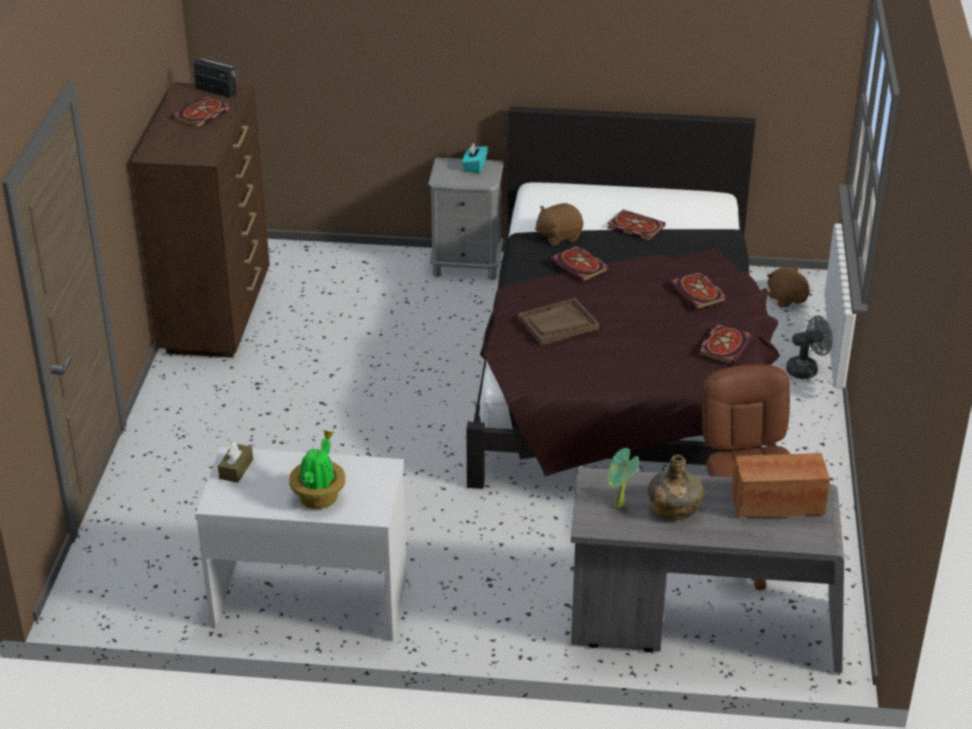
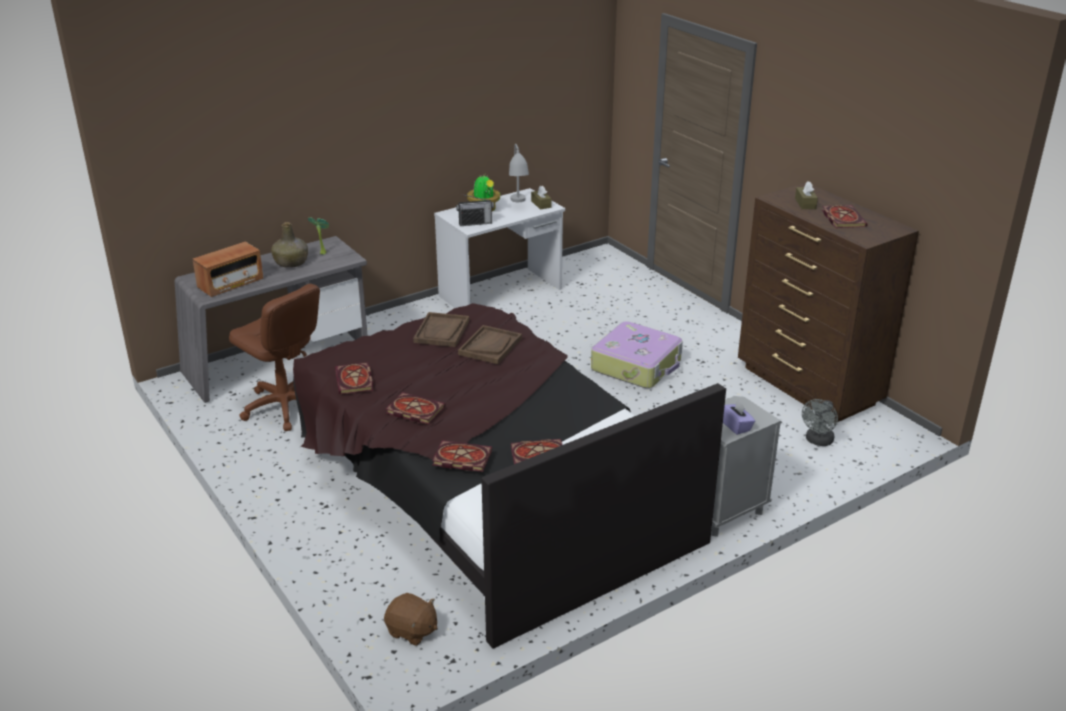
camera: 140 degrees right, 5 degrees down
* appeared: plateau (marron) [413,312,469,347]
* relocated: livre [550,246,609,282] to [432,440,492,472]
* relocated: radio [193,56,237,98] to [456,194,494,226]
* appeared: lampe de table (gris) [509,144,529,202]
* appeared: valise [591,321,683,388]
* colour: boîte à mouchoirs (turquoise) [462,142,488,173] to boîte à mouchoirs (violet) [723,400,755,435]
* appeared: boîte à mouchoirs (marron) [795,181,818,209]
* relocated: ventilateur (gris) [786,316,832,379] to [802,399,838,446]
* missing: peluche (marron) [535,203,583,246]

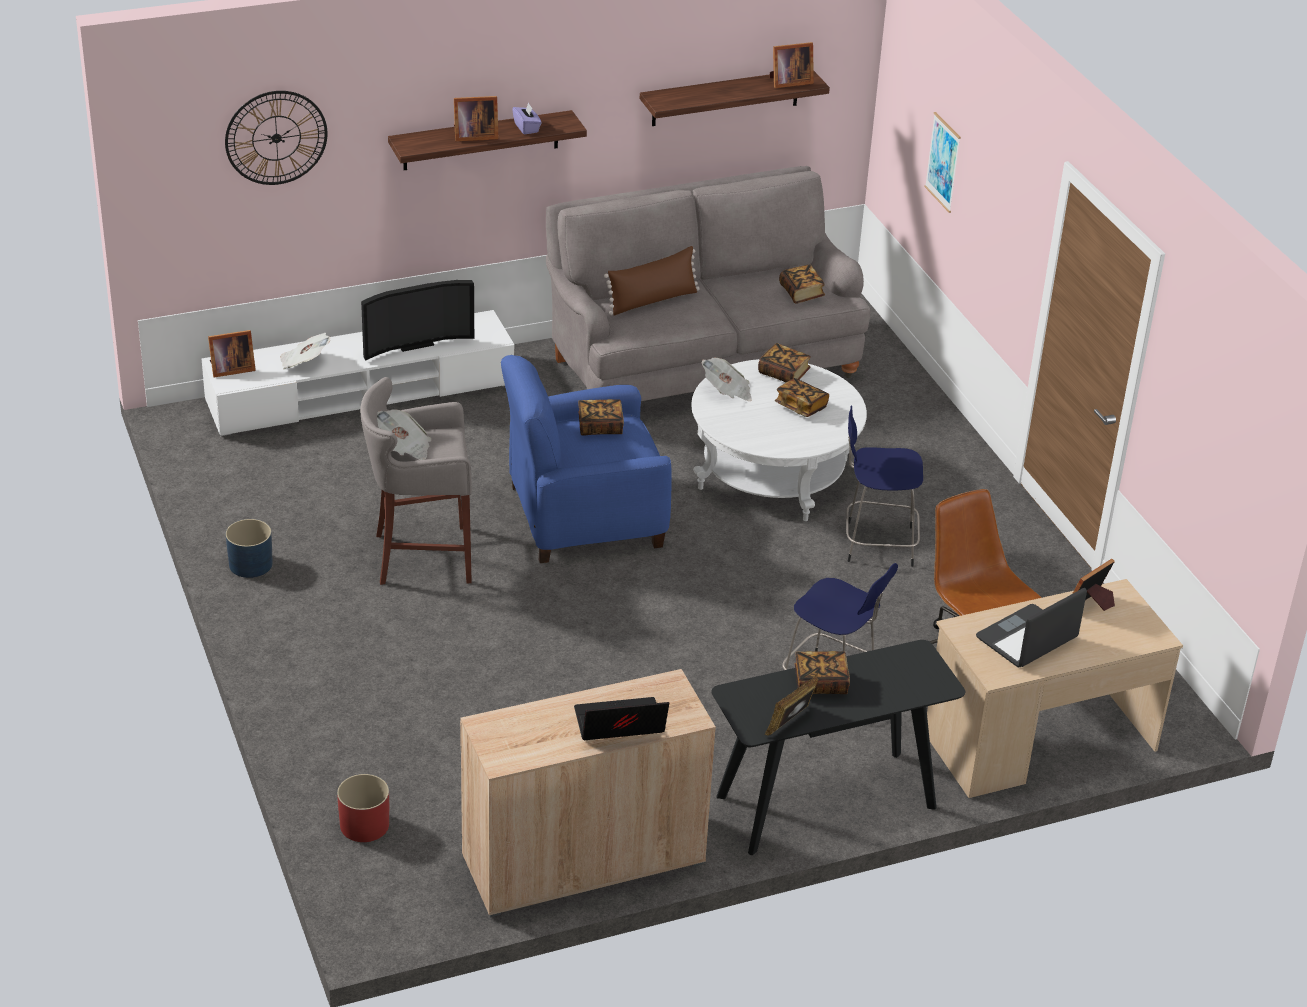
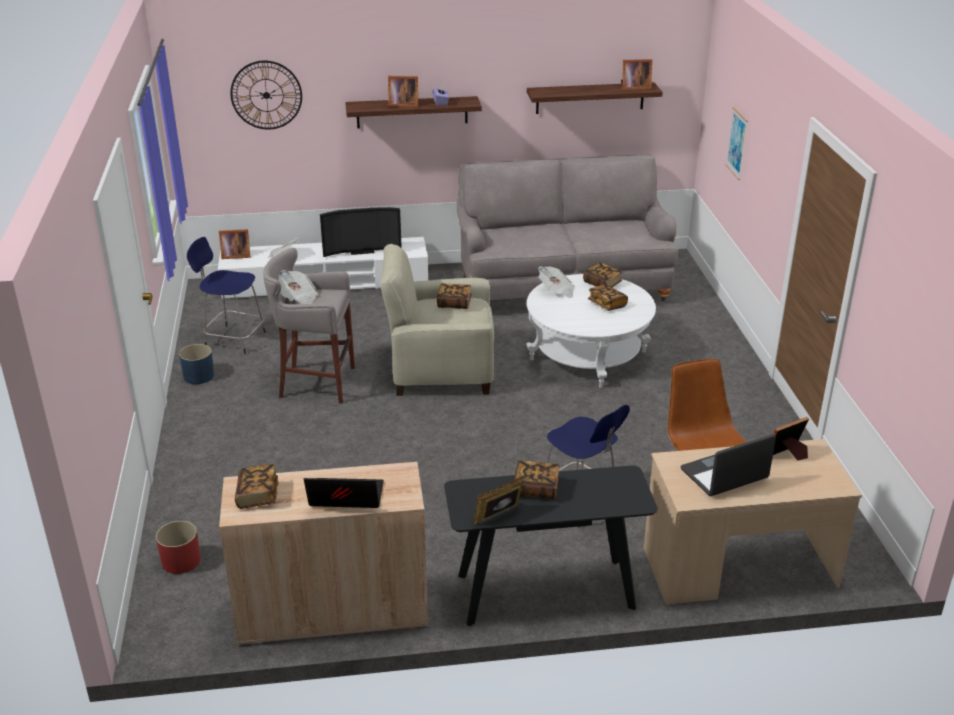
camera: 15 degrees right, 5 degrees down
* relocated: tabouret (bleu) [846,405,923,567] to [187,237,266,354]
* relocated: livre [779,265,825,304] to [235,464,279,509]
* colour: fauteuil (bleu) [501,355,672,563] to fauteuil (beige) [380,244,494,396]
* missing: coussin (marron) [604,246,700,315]

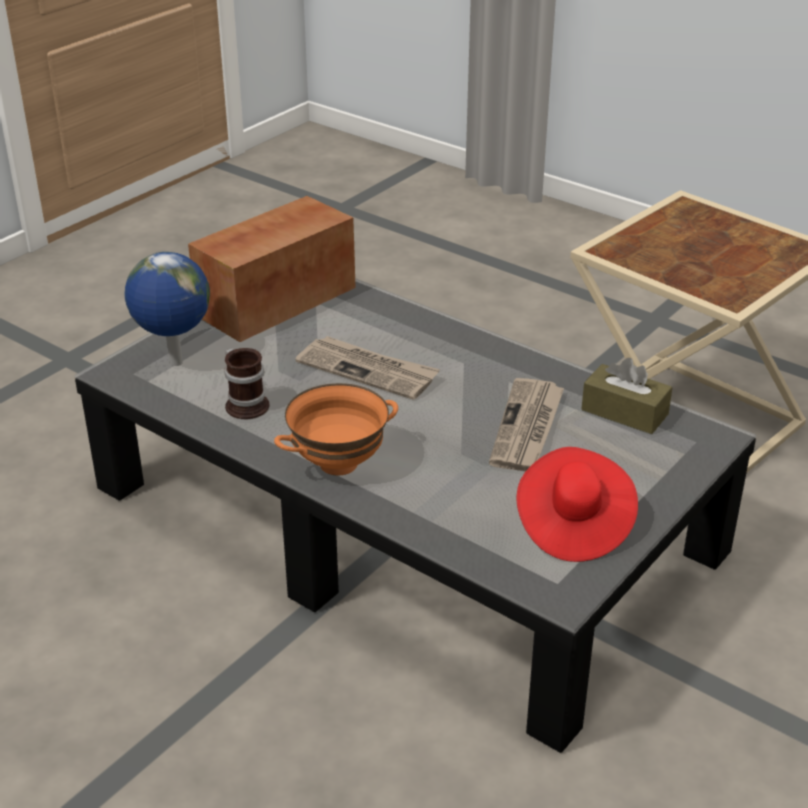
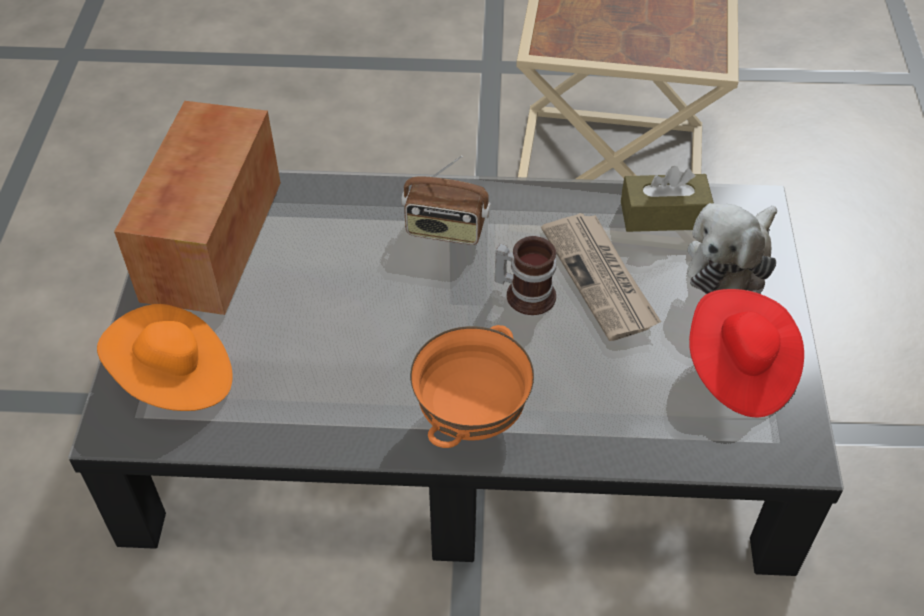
camera: 35 degrees left, 15 degrees up
* exchanged: globe [124,252,210,366] to chapeau (orange) [97,304,233,411]
* appeared: radio [401,155,491,245]
* relocated: mug [224,348,269,419] to [495,236,557,315]
* appeared: peluche [687,203,777,294]
* missing: journal [296,336,440,400]

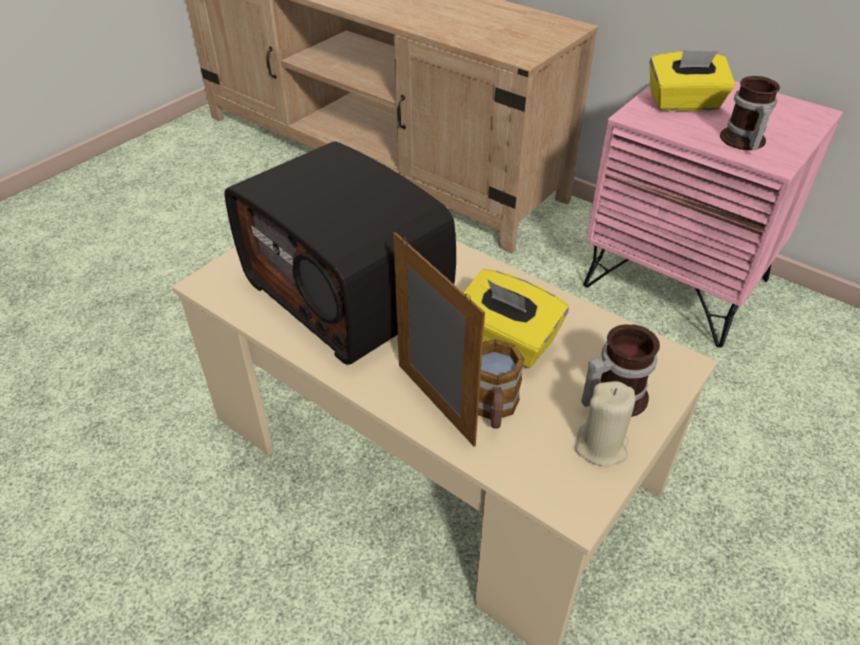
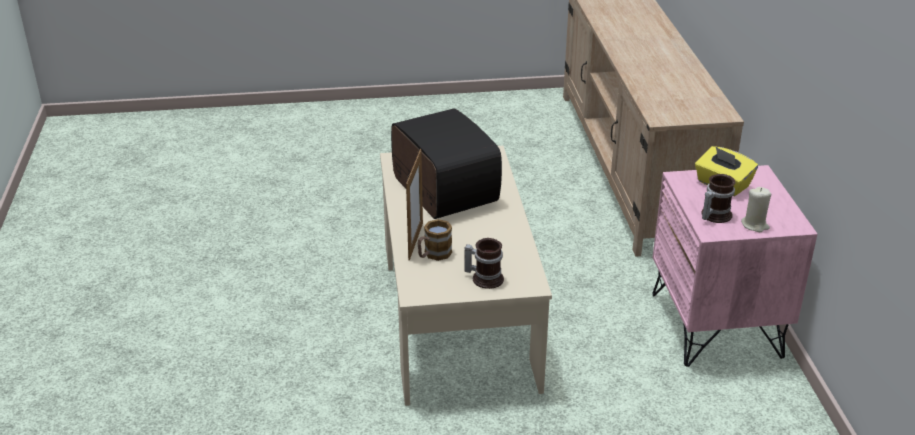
camera: 45 degrees right, 10 degrees down
* spun: radio [224,141,456,365] = [391,108,502,219] 150 degrees clockwise
* relocated: bougie (beige) [575,381,635,467] to [741,187,771,232]
* missing: boîte à mouchoirs (jaune) [464,269,569,368]

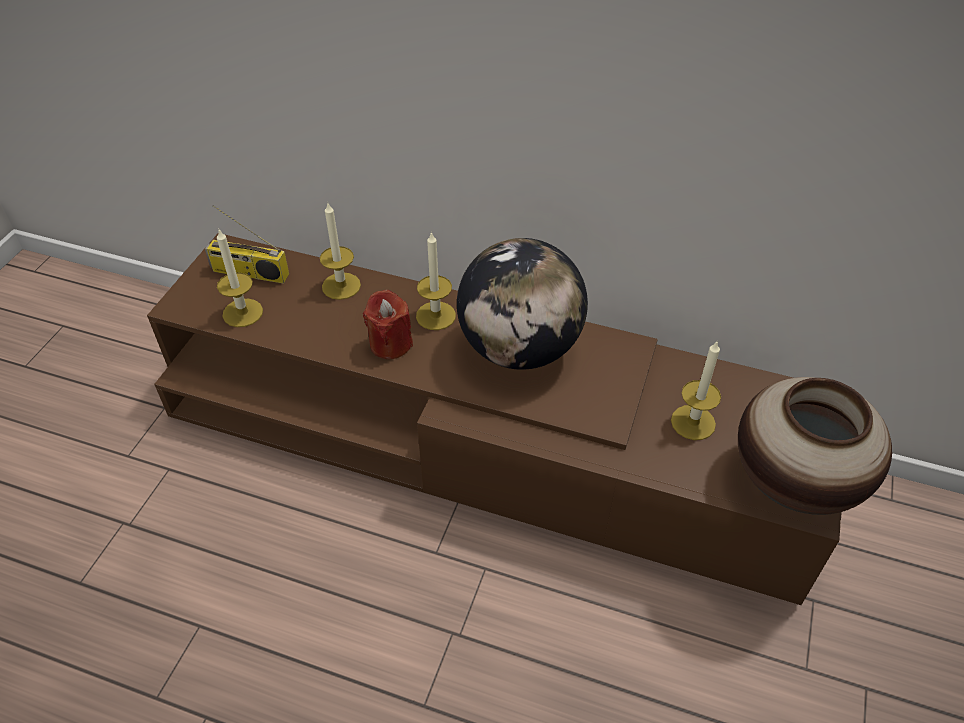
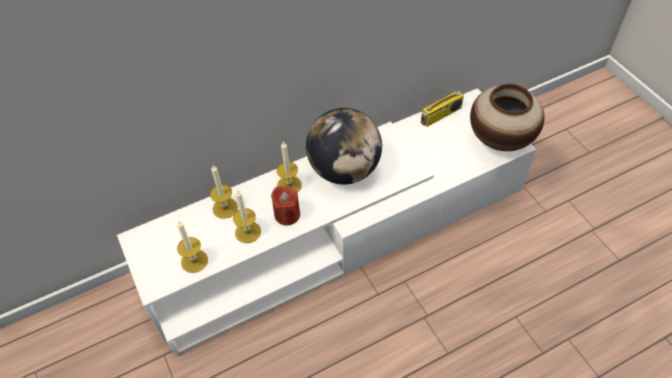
camera: 45 degrees left, 5 degrees up
* colour: meuble télé (marron) [147,233,842,605] to meuble télé (blanc) [117,88,536,356]
* relocated: bougie [671,340,721,440] to [233,189,261,243]
* relocated: radio [205,205,289,284] to [421,86,464,127]

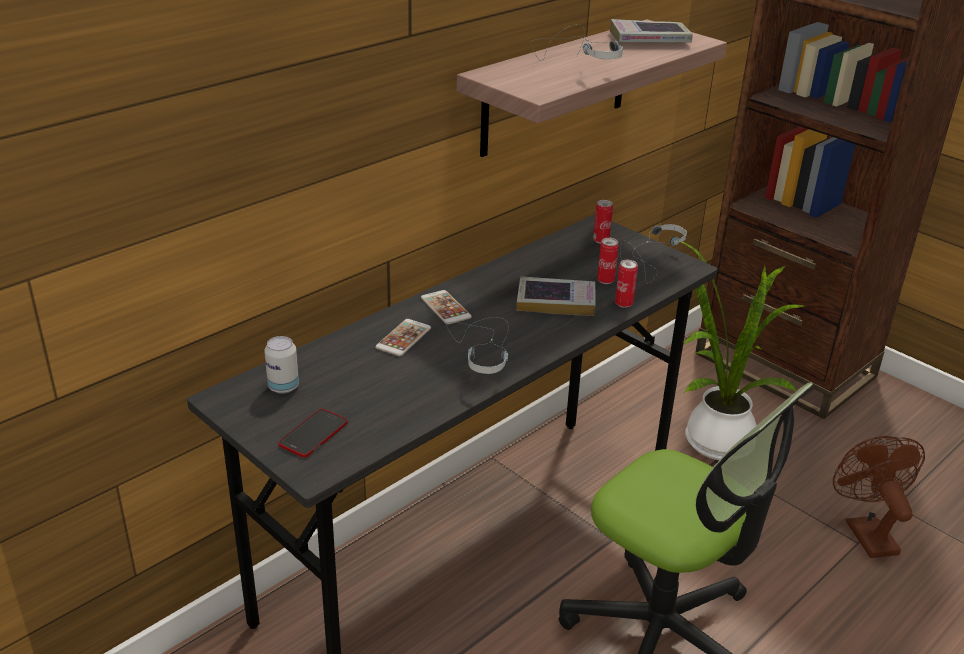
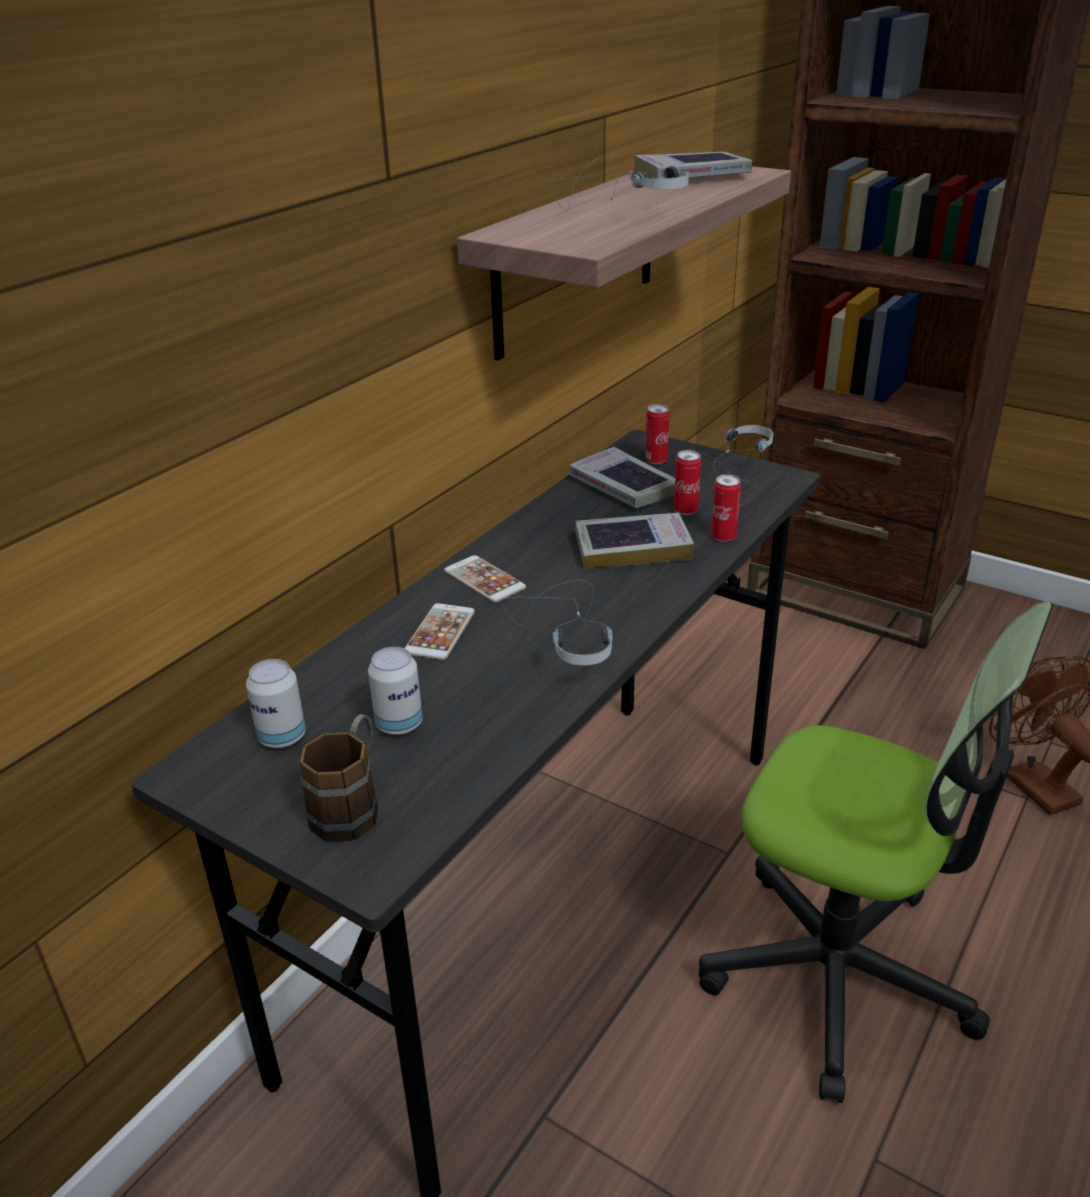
camera: 10 degrees left, 0 degrees up
* exchanged: téléphone [278,409,348,458] to mug (marron) [300,714,378,842]
* appeared: boîte métallique [368,647,422,735]
* appeared: livre [569,447,675,508]
* missing: plante en pot [680,242,805,460]

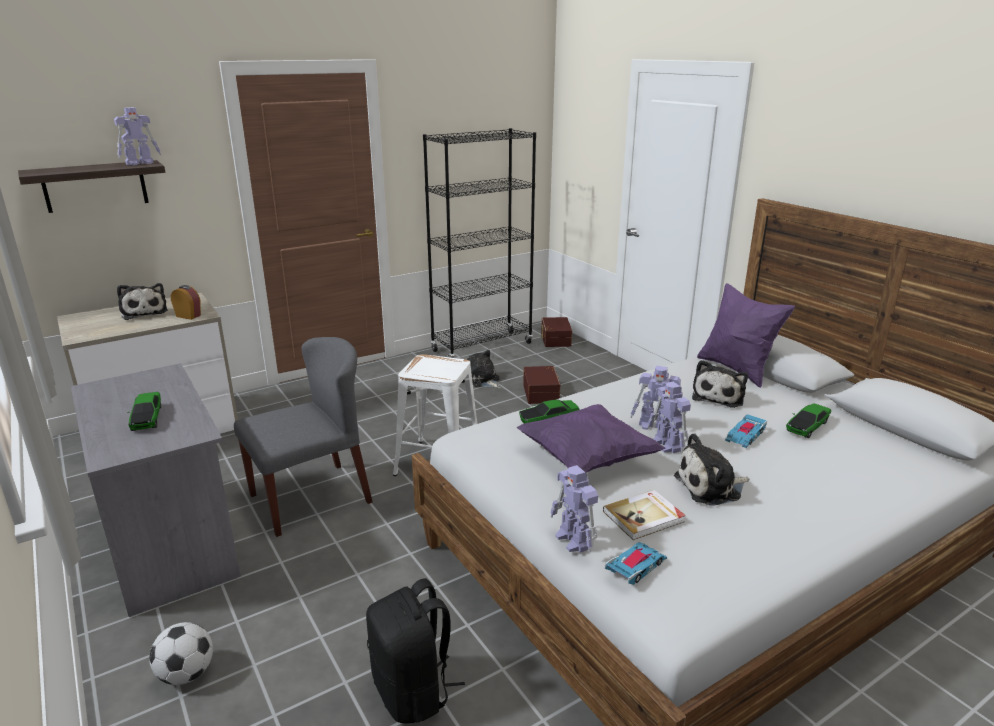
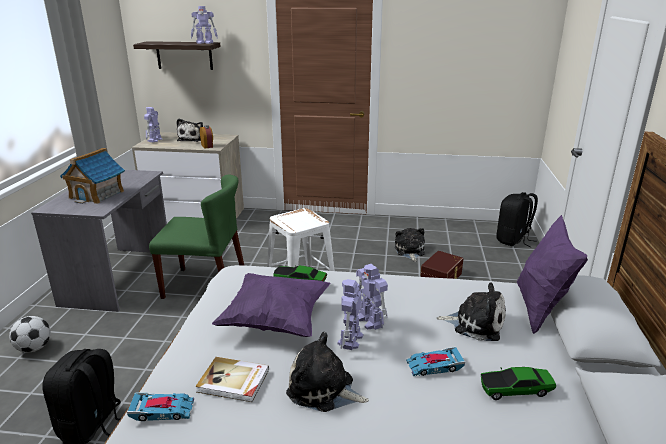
camera: 40 degrees right, 0 degrees up
* exchanged: petite voiture [127,392,161,431] to maison miniature [60,148,125,204]
* relocated: robot jouet [550,465,598,553] to [144,107,162,142]
* colour: chaise (gris) [234,337,373,537] to chaise (vert) [149,174,245,299]
* spun: peluche [692,360,748,408] = [437,282,506,341] 135 degrees counterclockwise
* exchanged: boîte de rangement (marron) [541,317,572,347] to sac à dos (noir) [497,192,538,248]
* missing: bibliothèque (noir) [423,128,536,358]

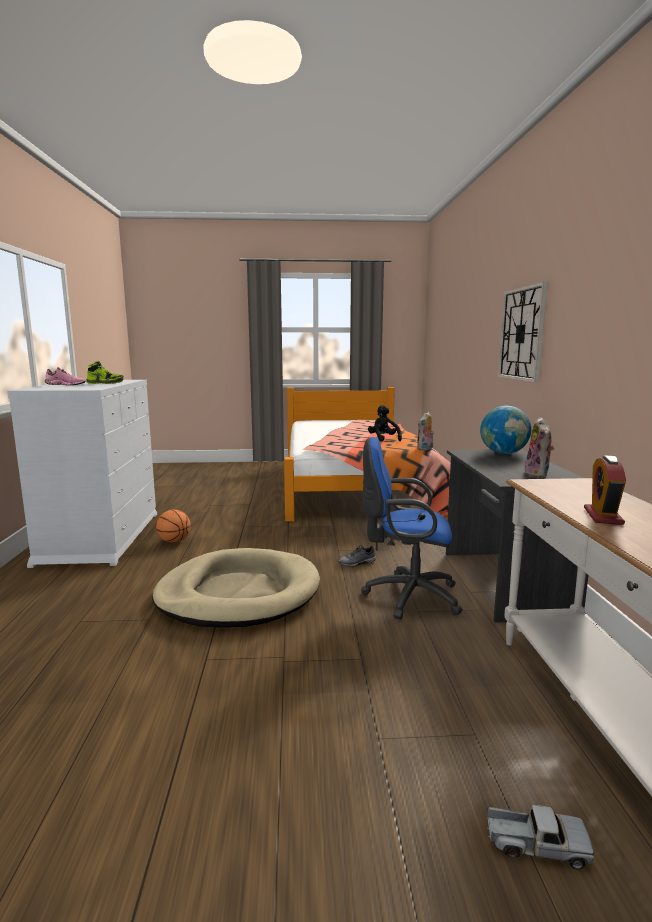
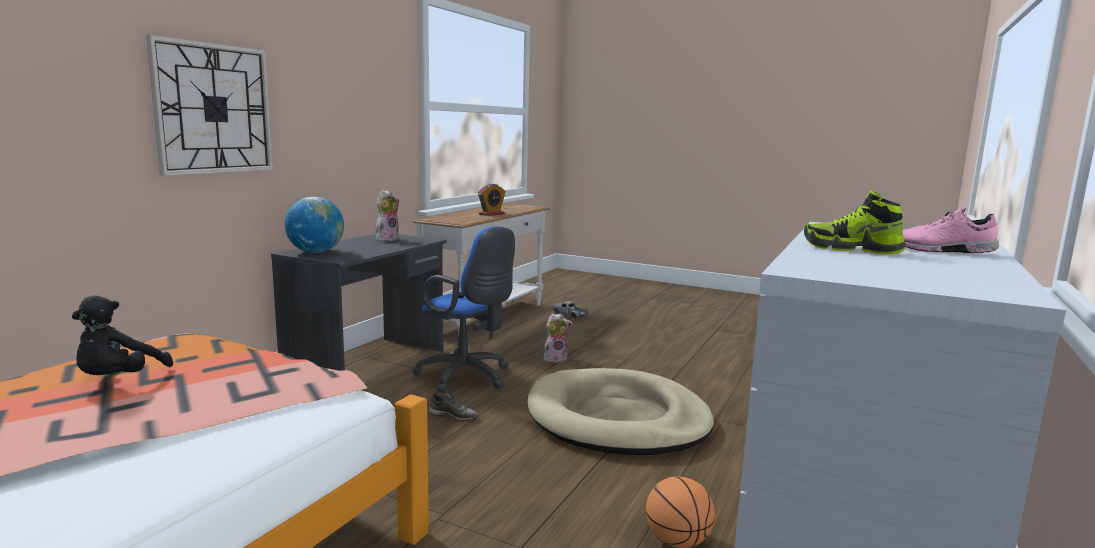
camera: 150 degrees left, 0 degrees up
* relocated: peluche [417,412,434,450] to [544,313,573,363]

